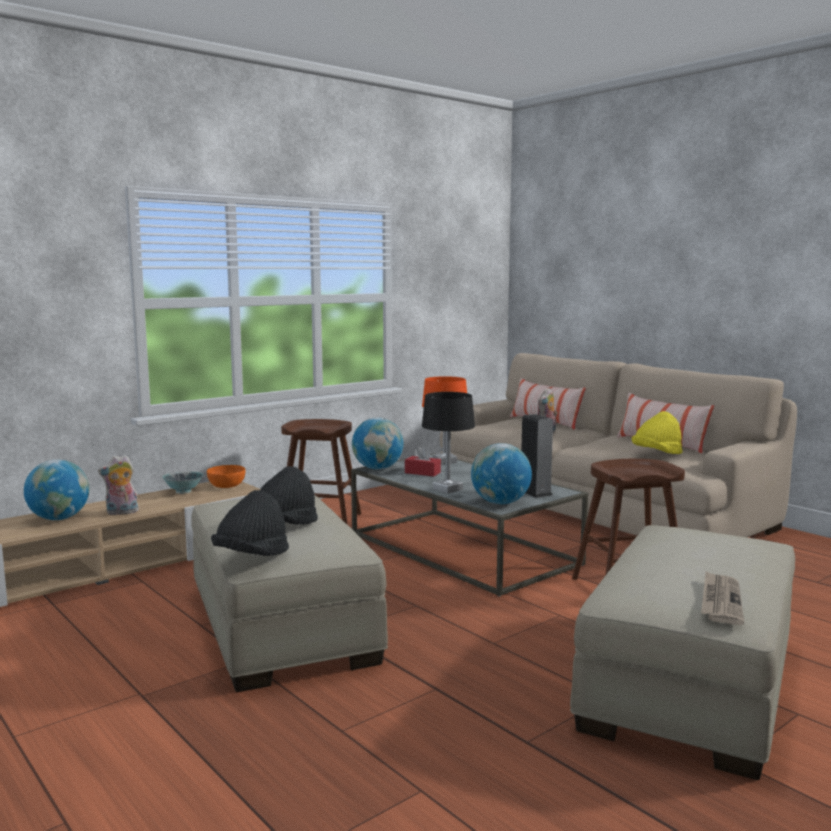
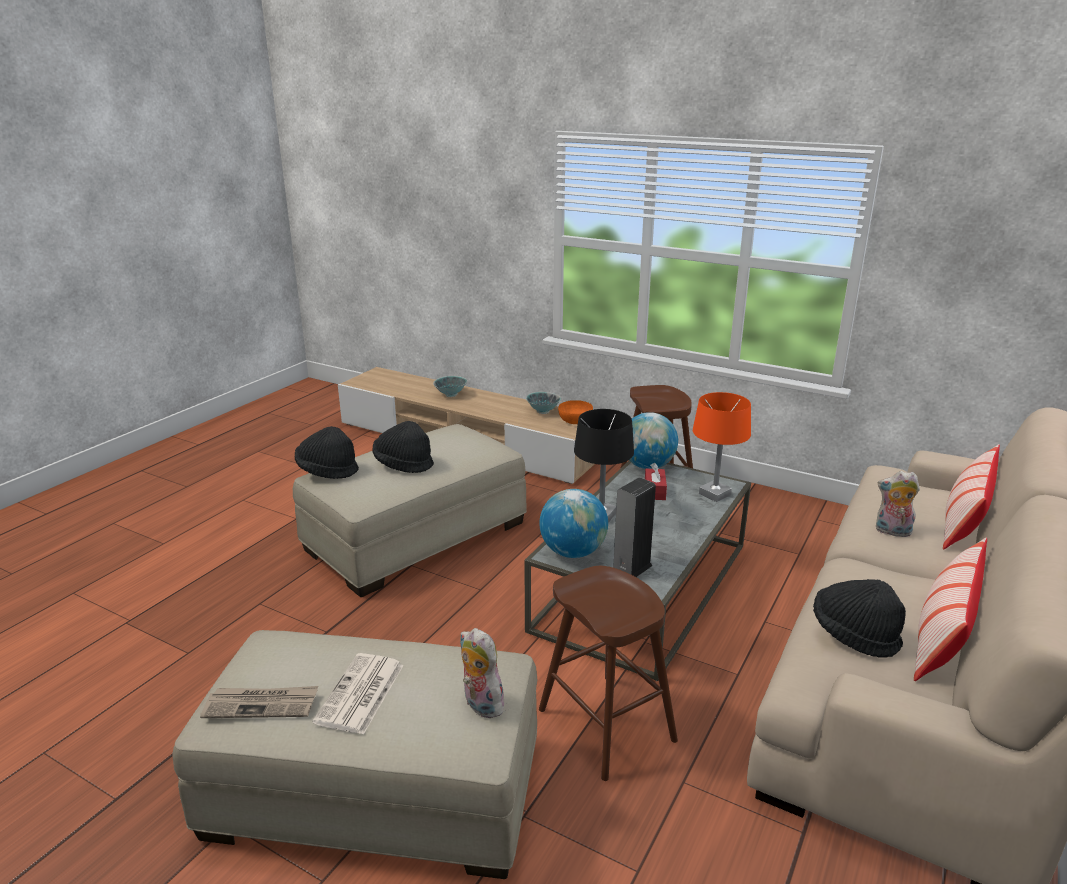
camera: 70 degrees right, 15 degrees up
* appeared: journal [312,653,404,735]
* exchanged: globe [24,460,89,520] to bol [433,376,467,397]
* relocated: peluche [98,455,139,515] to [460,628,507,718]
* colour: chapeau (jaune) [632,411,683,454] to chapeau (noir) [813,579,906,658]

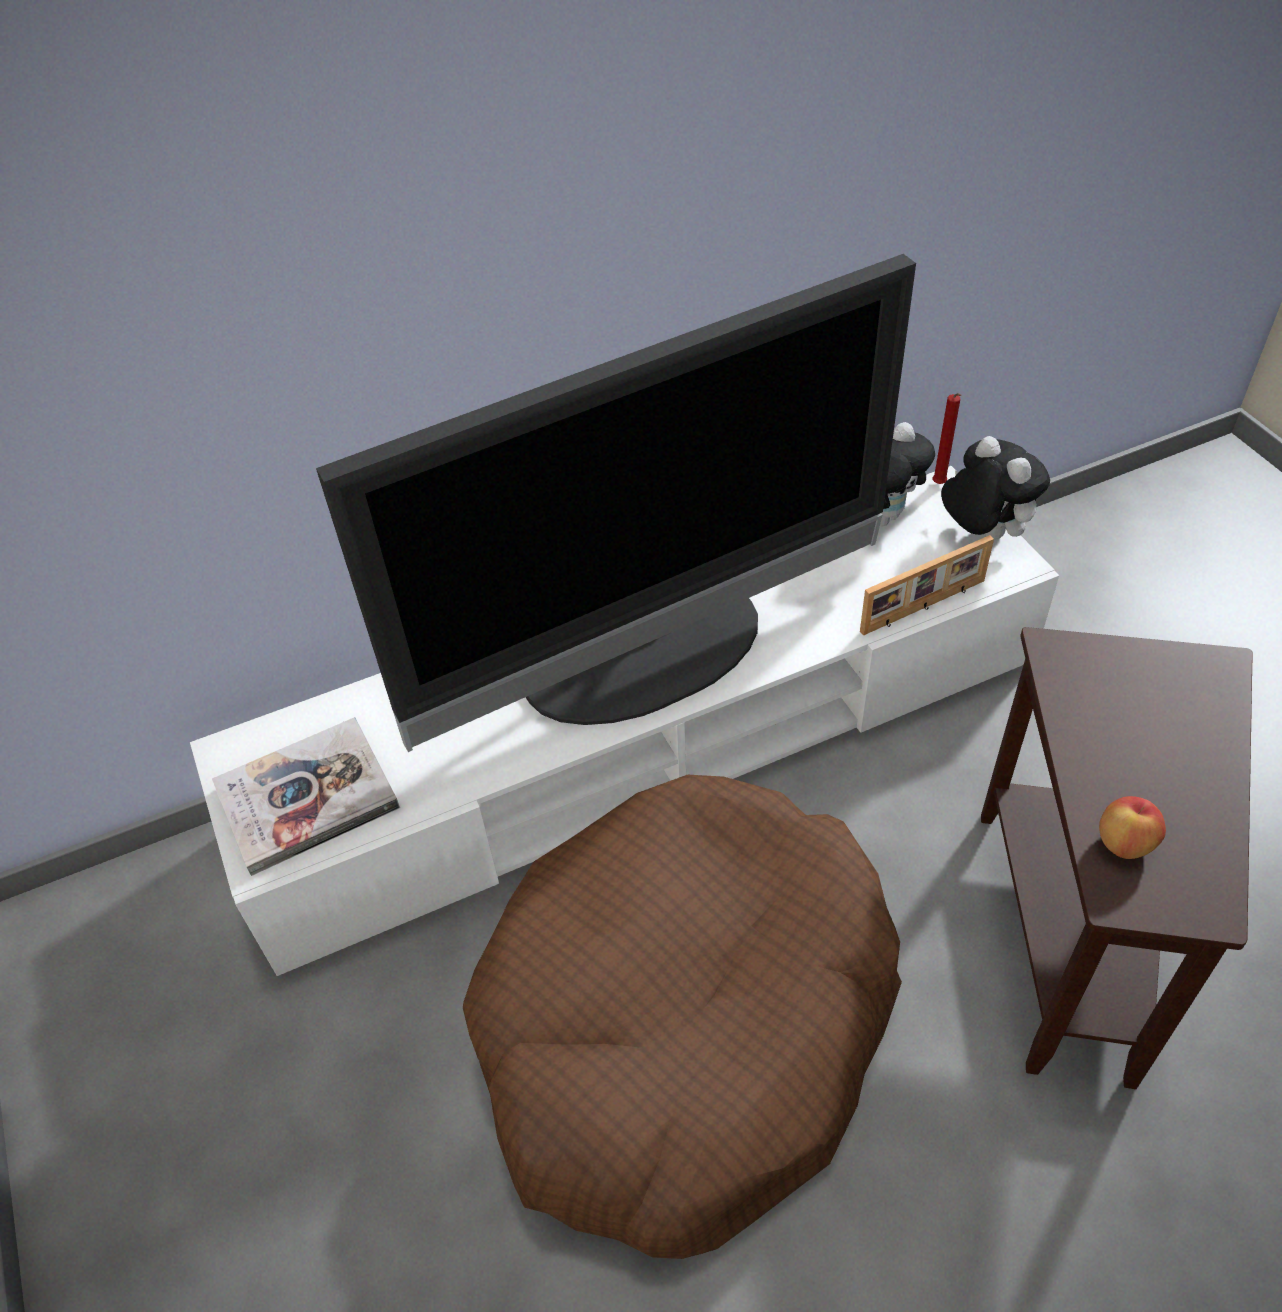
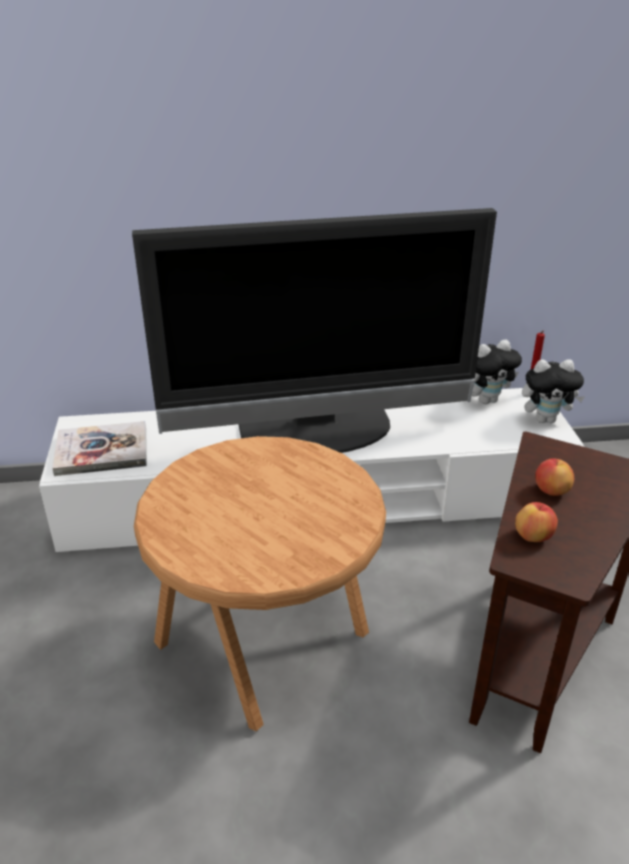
camera: 15 degrees right, 15 degrees down
* exchanged: panier pour chien (marron) [463,775,902,1259] to table d'appoint (marron) [134,436,386,731]
* spun: peluche [941,436,1050,540] = [522,359,584,423] 105 degrees clockwise
* appeared: pomme [535,458,574,496]
* missing: cadre photo [860,535,994,636]

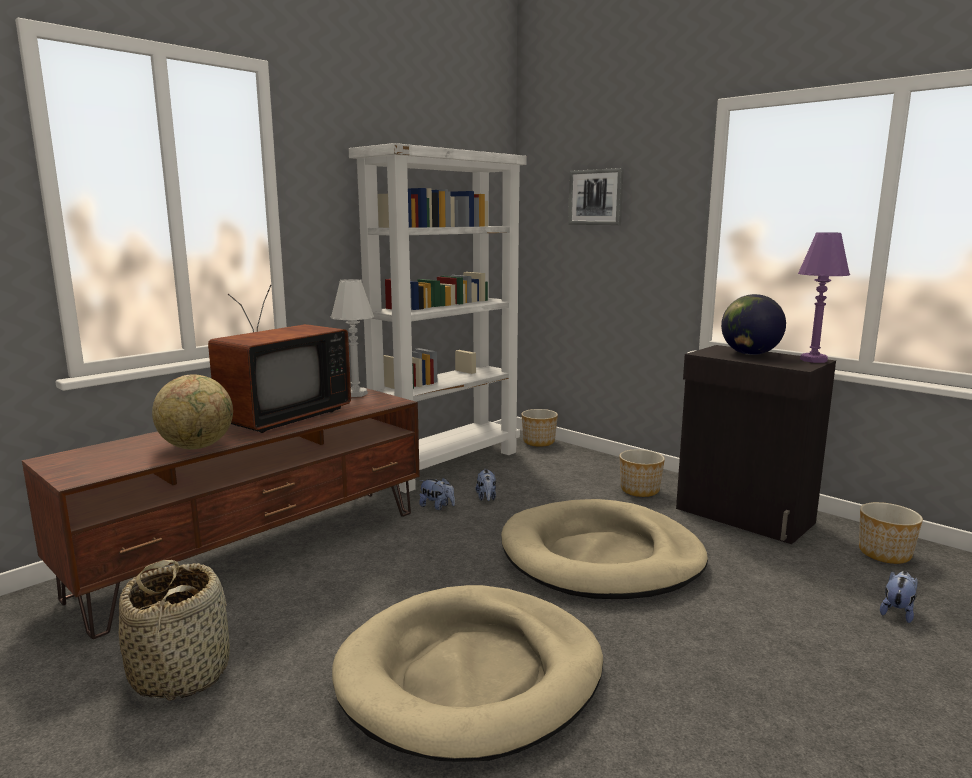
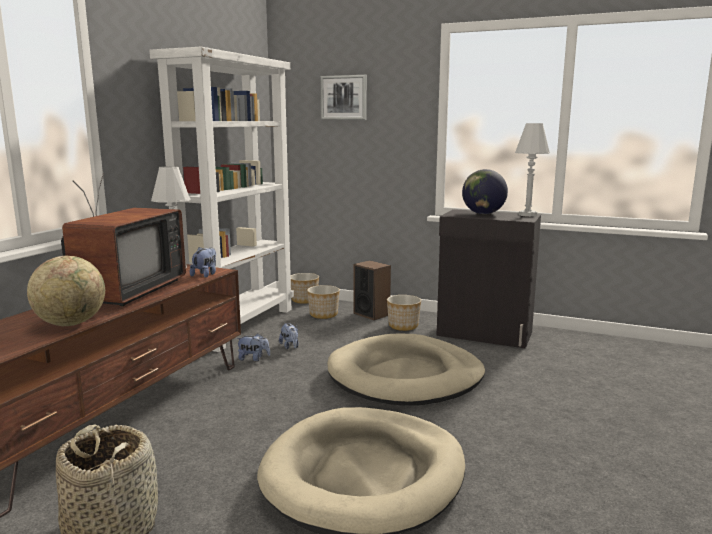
camera: 20 degrees left, 0 degrees up
* relocated: peluche [880,571,918,623] to [190,247,216,278]
* relocated: cache-pot [859,502,923,564] to [307,285,340,319]
* appeared: enceinte [353,260,391,320]
* colour: lampe de table (violet) [798,232,850,363] to lampe de table (blanc) [515,123,550,217]

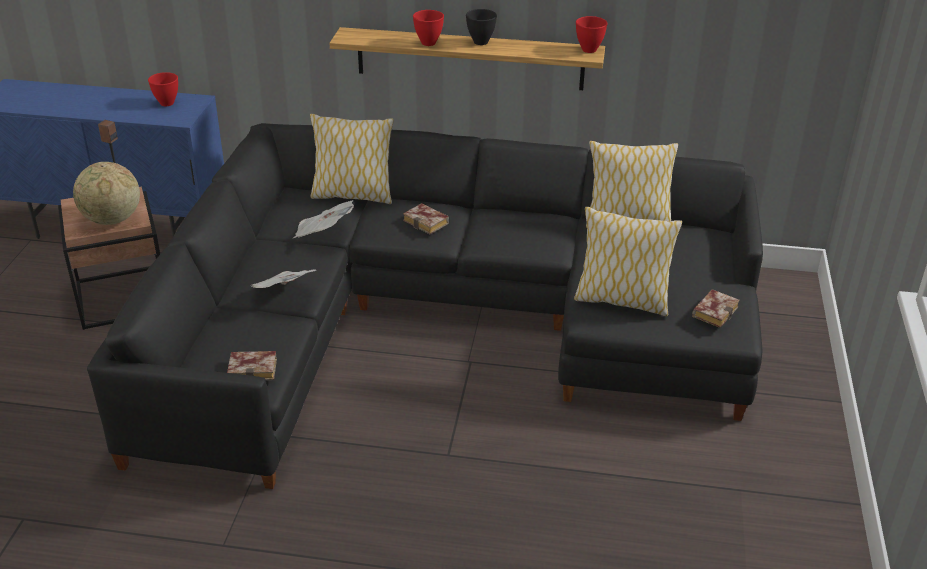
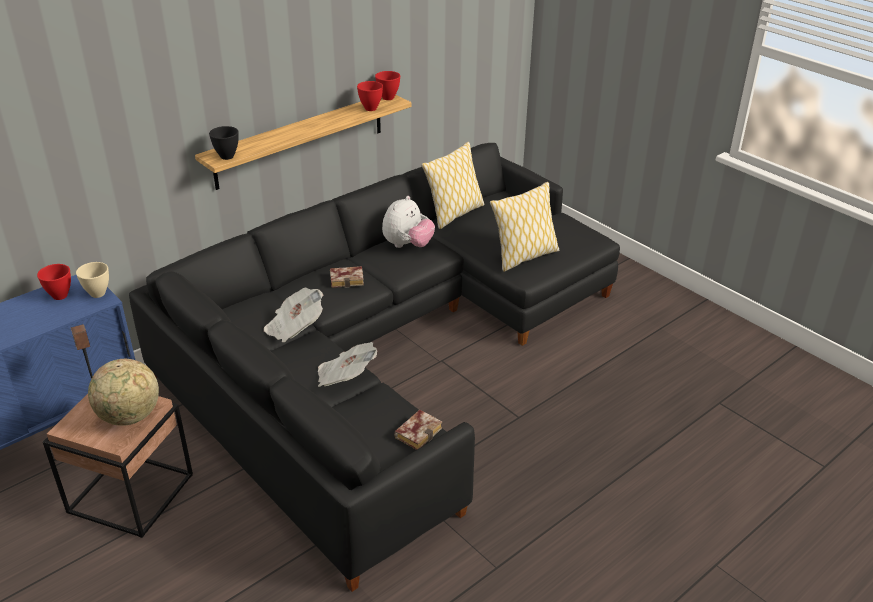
camera: 50 degrees left, 0 degrees up
* appeared: bol (beige) [76,262,109,298]
* relocated: bol (noir) [466,9,497,45] to [209,126,239,160]
* relocated: bol (rouge) [413,10,444,46] to [357,81,383,111]
* appeared: peluche [382,196,435,248]
* missing: coussin [310,114,394,204]
* missing: livre [692,289,740,328]

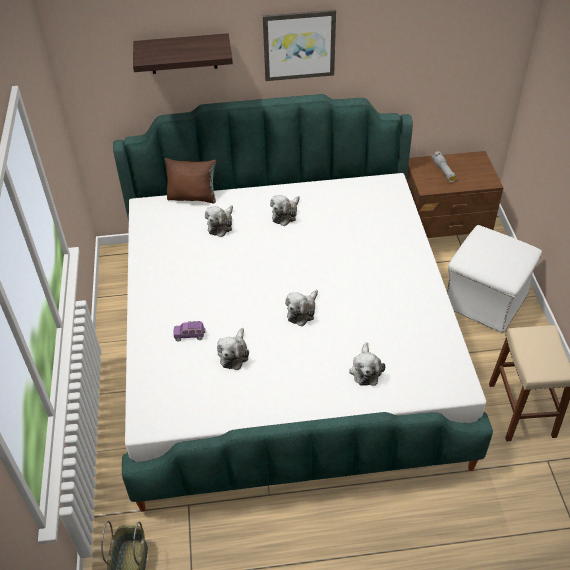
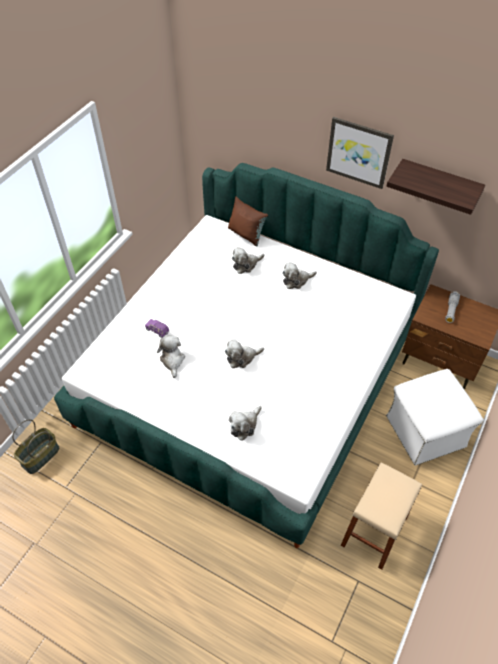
camera: 35 degrees right, 5 degrees up
* spun: peluche [217,328,249,370] = [157,335,185,378] 120 degrees clockwise
* relocated: étagère [133,33,233,74] to [386,159,485,215]

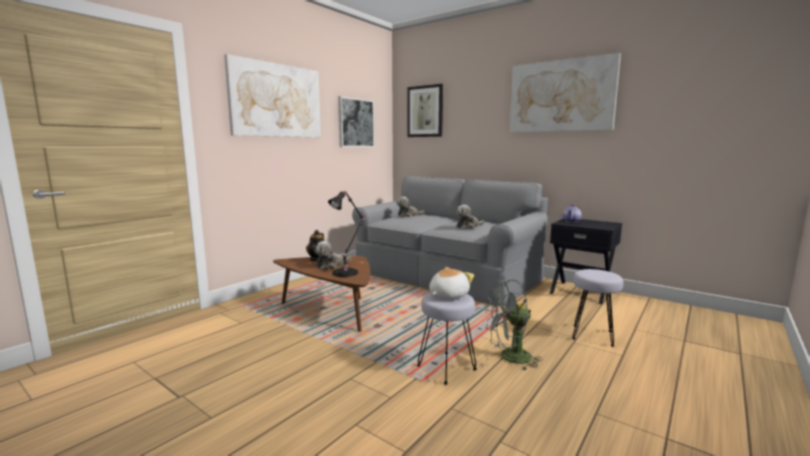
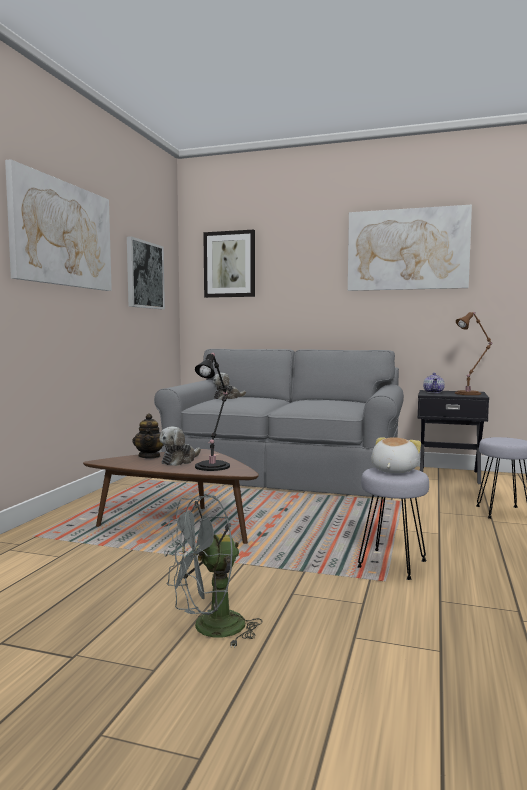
camera: 20 degrees left, 5 degrees down
* relocated: ventilateur (gris) [485,279,543,371] to [164,494,263,648]
* appeared: lampe de table (marron) [455,312,492,395]
* missing: peluche [456,205,485,229]

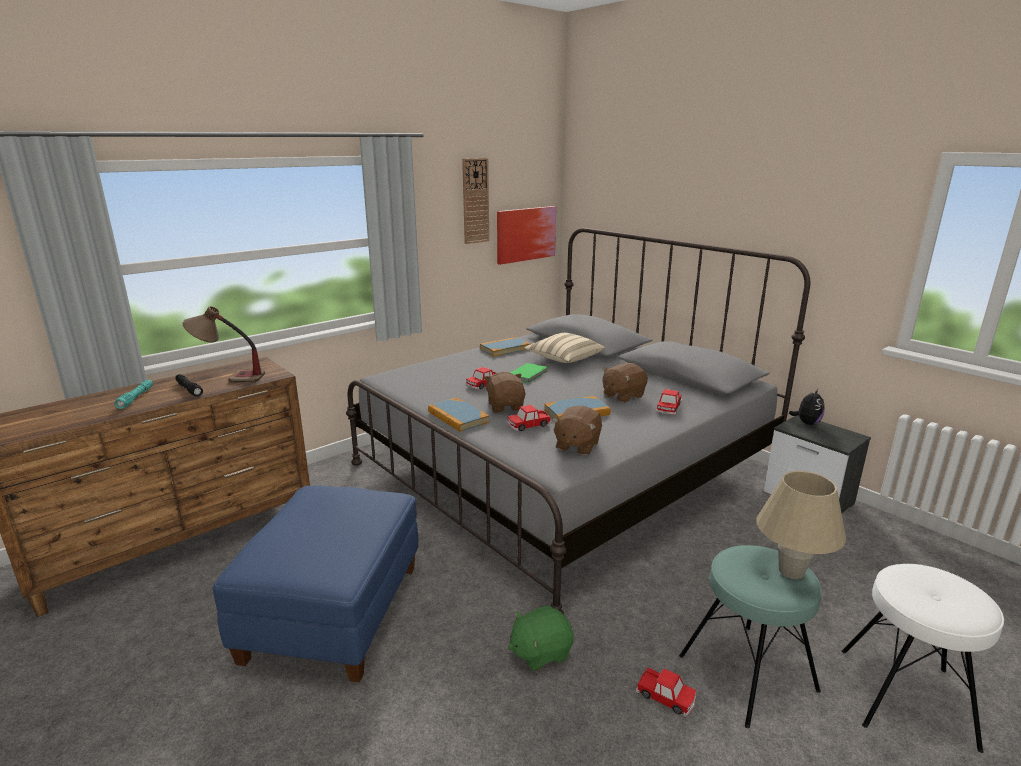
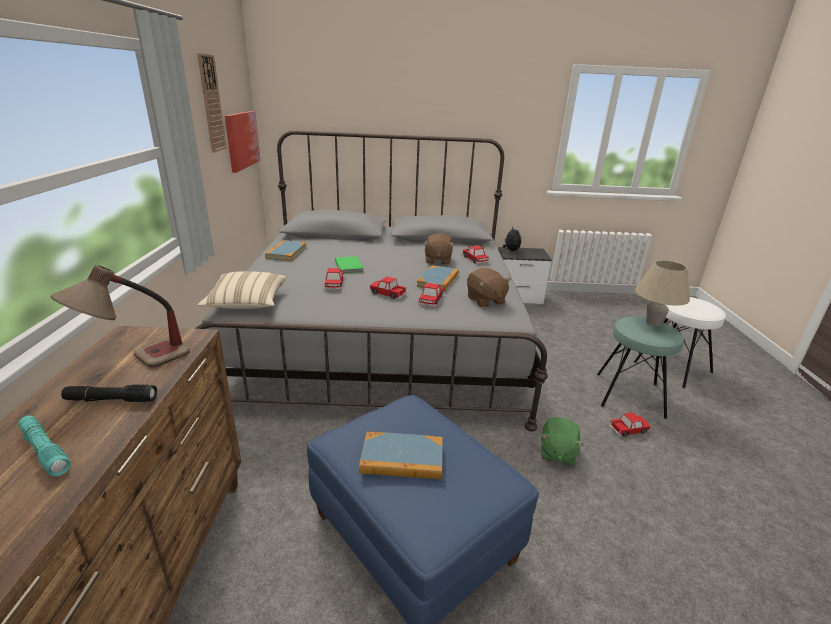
camera: 50 degrees left, 5 degrees up
* relocated: coussin (beige) [524,333,605,363] to [198,271,286,309]
* relocated: livre [428,398,489,432] to [359,432,442,479]
* exchanged: peluche (marron) [484,372,526,412] to petite voiture [369,276,407,299]

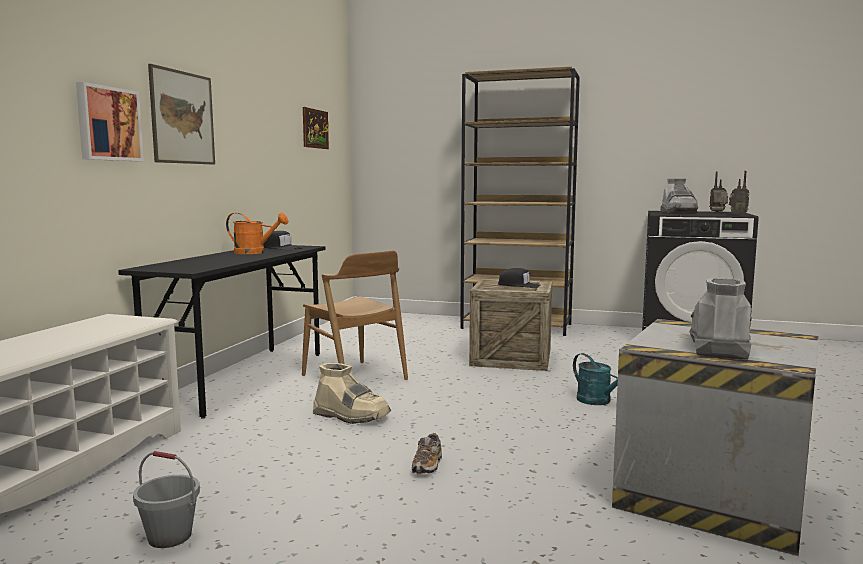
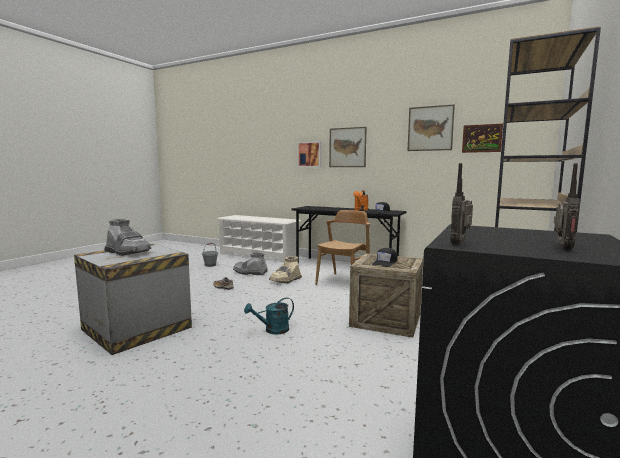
camera: 100 degrees right, 0 degrees up
* relocated: botte (gris) [660,179,698,214] to [233,253,268,275]
* spun: chaise (marron) [302,250,408,380] = [315,210,370,285] 150 degrees clockwise
* appeared: tableau [407,104,455,151]

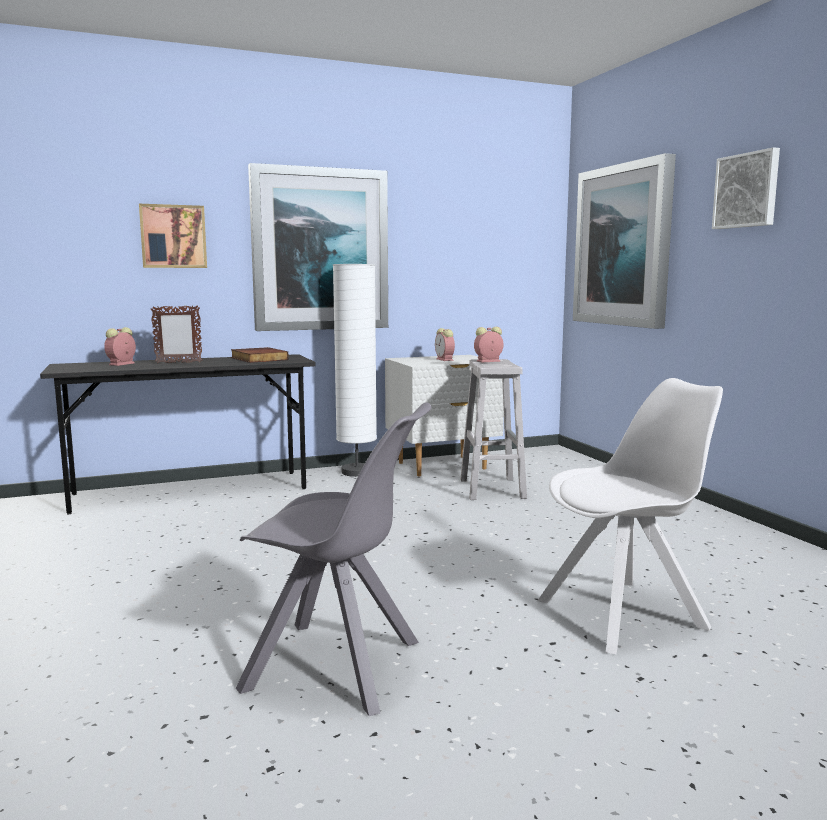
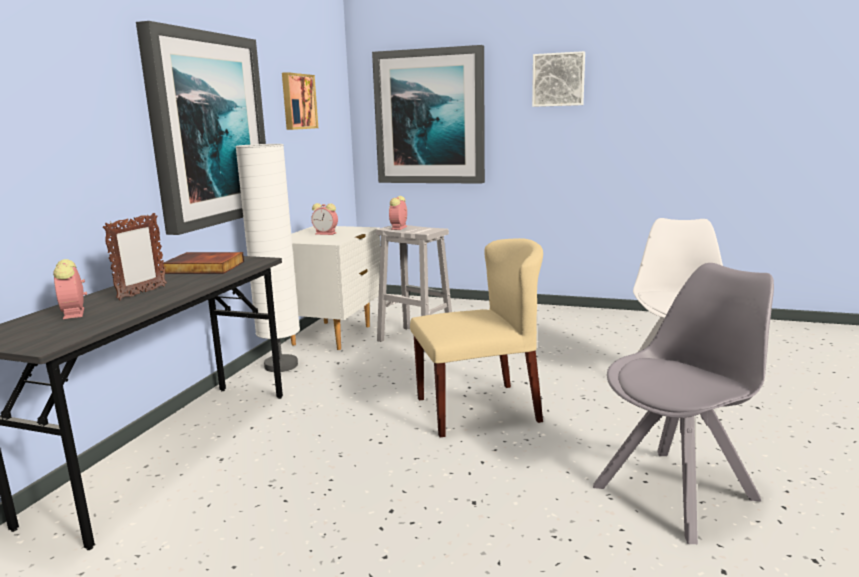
camera: 50 degrees left, 5 degrees up
* relocated: tableau [139,204,207,268] to [282,72,318,130]
* appeared: chaise (beige) [410,238,543,438]

